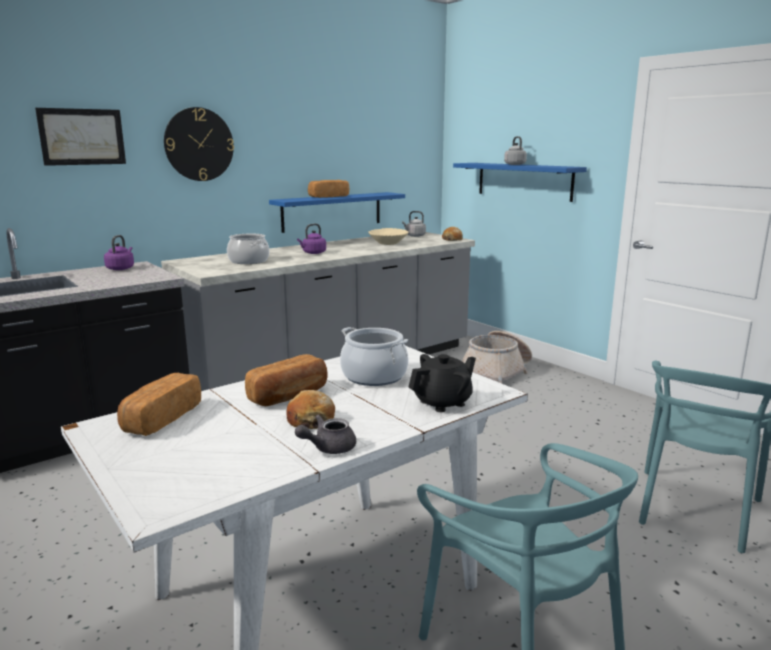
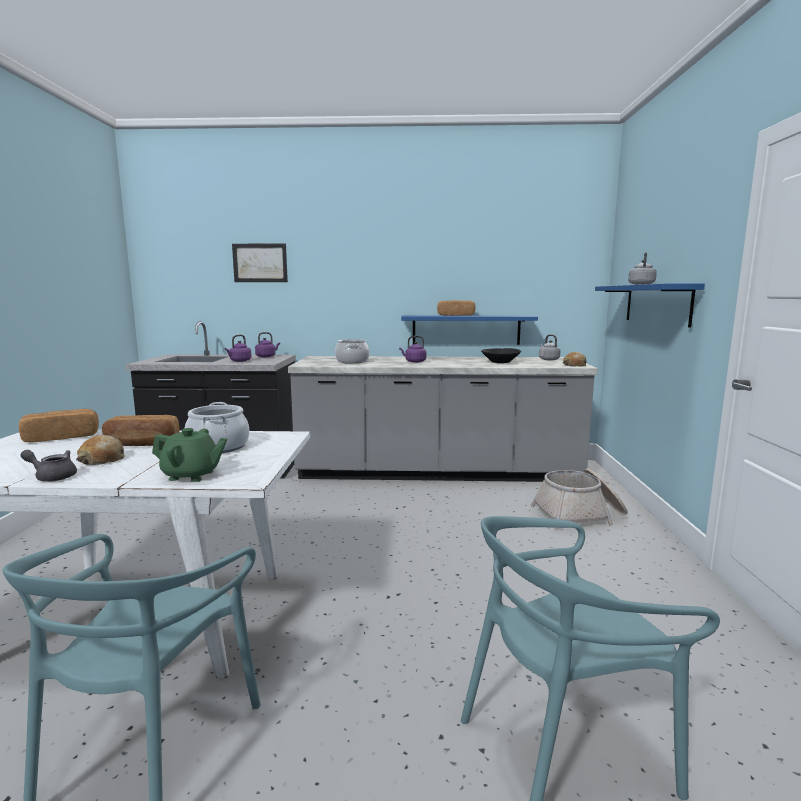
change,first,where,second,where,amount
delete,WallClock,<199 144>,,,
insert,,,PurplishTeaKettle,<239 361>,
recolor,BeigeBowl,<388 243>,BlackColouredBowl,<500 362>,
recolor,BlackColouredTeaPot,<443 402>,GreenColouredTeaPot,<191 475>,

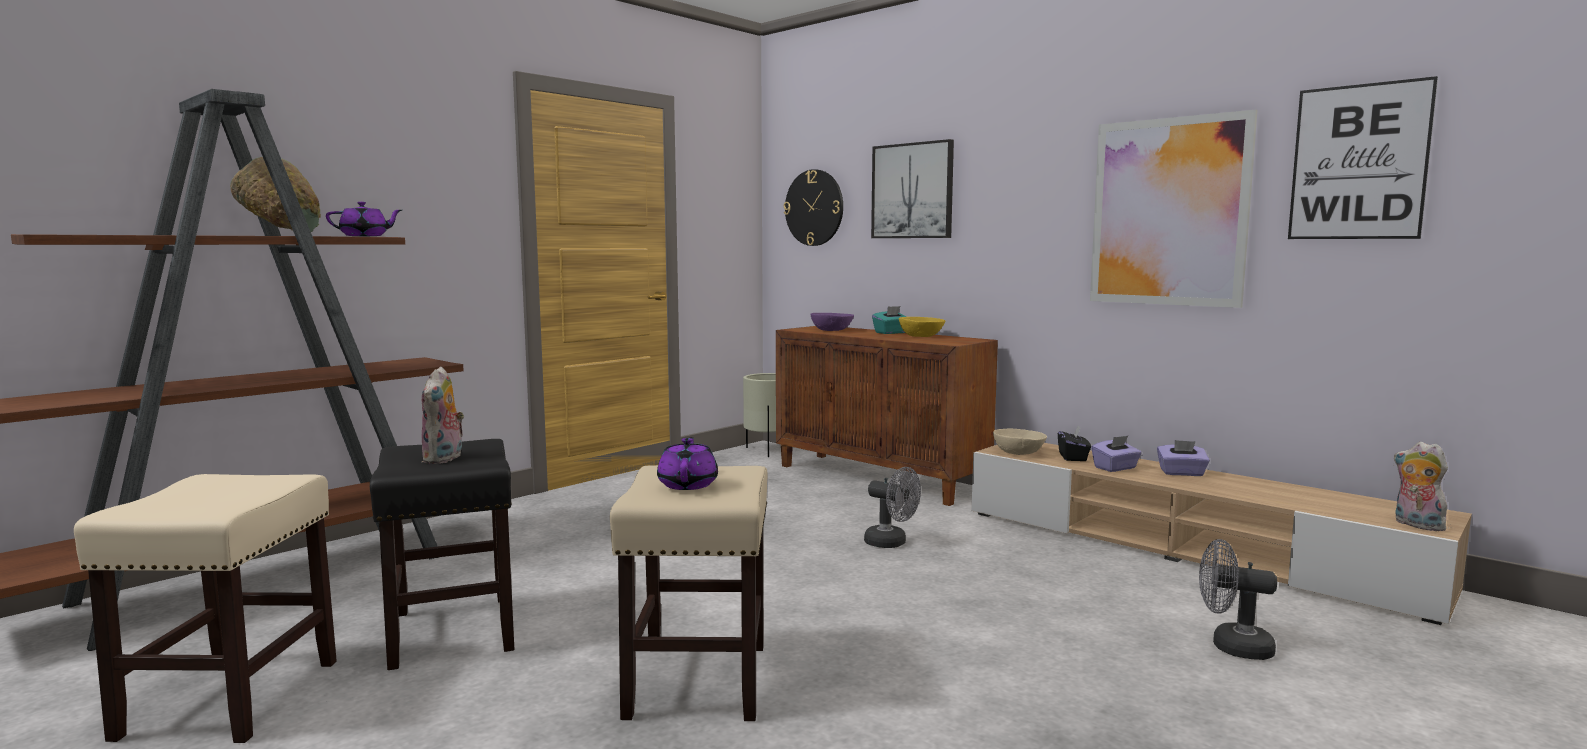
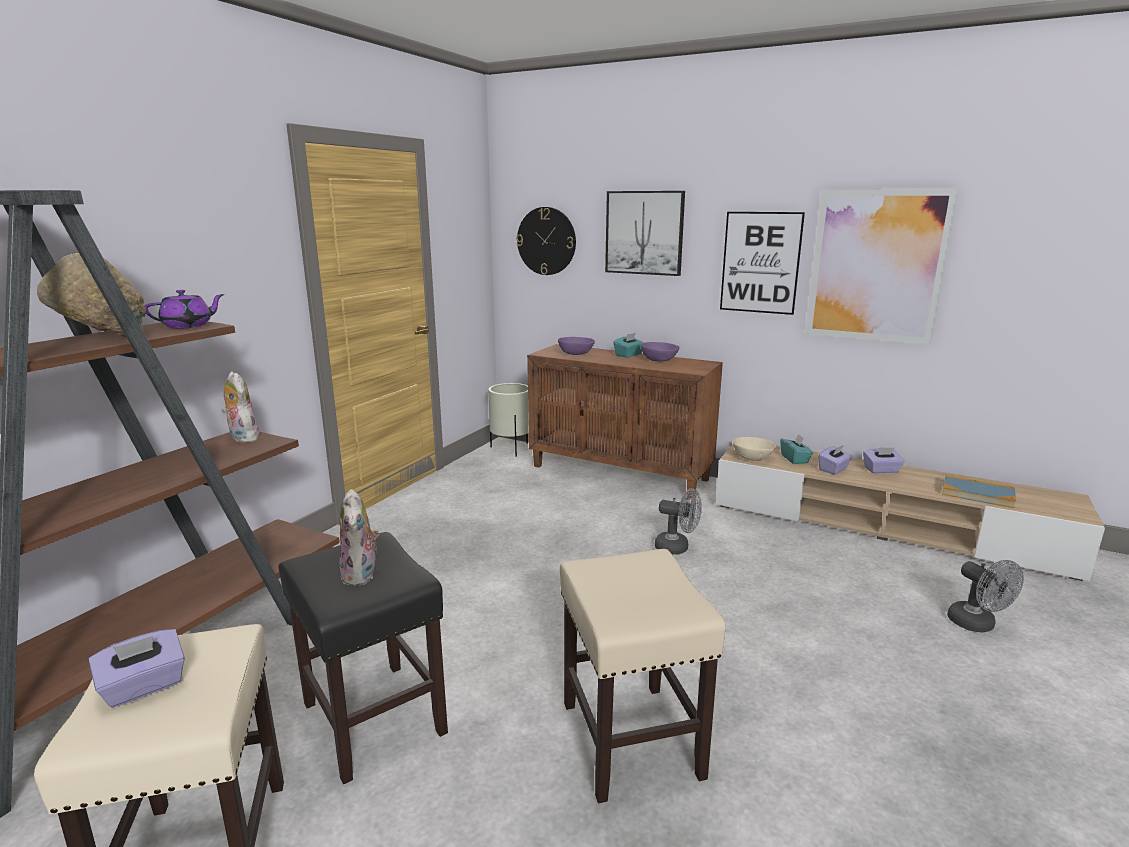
change,first,where,second,where,amount
delete,PurplishTeaPot,<688 484>,,,
insert,,,PurplishTissueHolder,<144 687>,
insert,,,BoundBook,<977 494>,
move,WallPicture,<1359 162>,,<760 263>,
move,SoftToy,<1415 525>,,<242 438>,
recolor,YellowColouredBowl,<921 336>,PurplishBowl,<659 360>,
recolor,BlackColouredTissueHolder,<1073 457>,BlueGreenTissueHolder,<795 459>,
rotate,GreyElectricFan,<1231 646>,,<977 625>,120 degrees counterclockwise

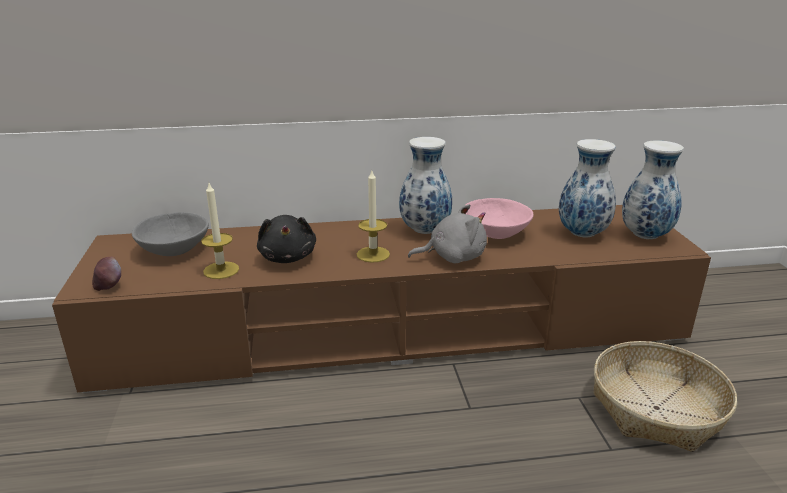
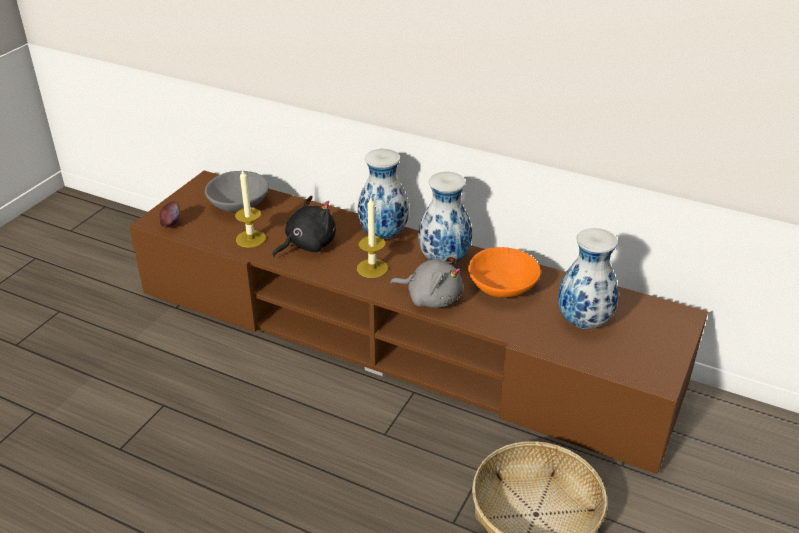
change,first,where,second,where,amount
move,FlowerVase,<645 235>,,<384 234>,
recolor,PinkColouredBowl,<496 233>,OrangeyBowl,<503 288>,
rotate,BlackColouredSoftToy,<288 257>,,<307 245>,150 degrees counterclockwise

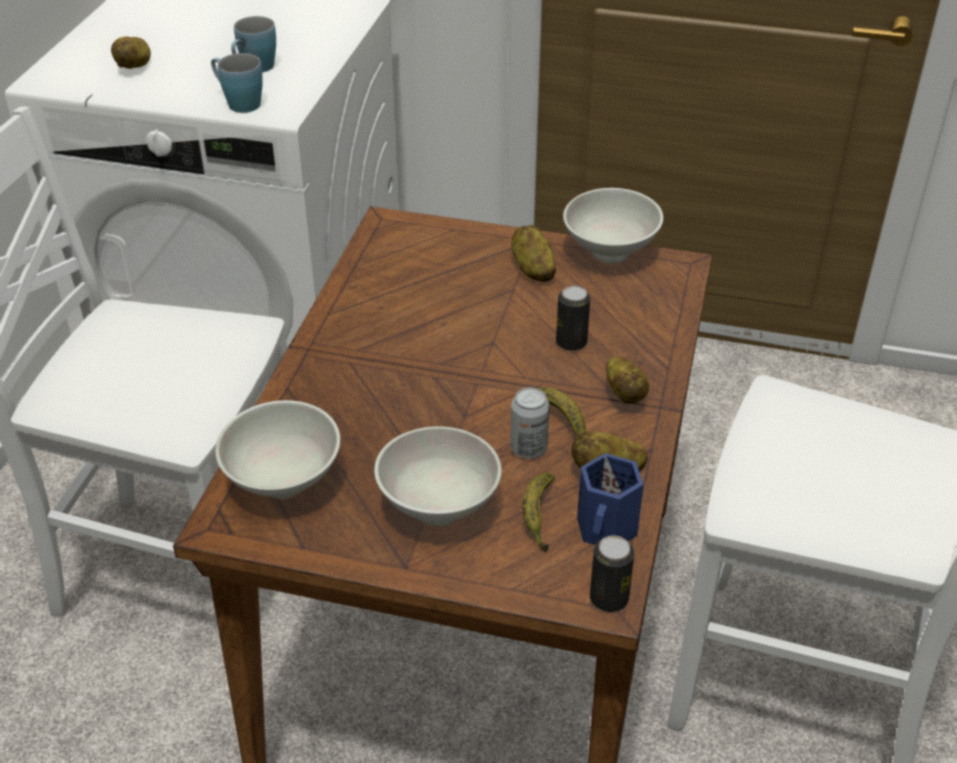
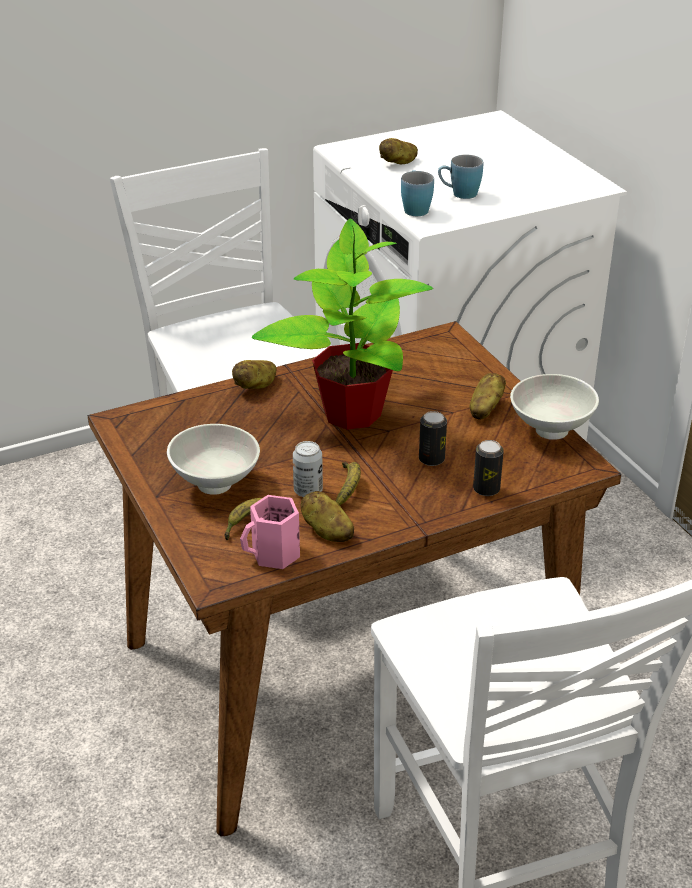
change,first,where,second,where,amount
delete,WhiteBowl,<287 484>,,,
insert,,,Houseplant,<351 412>,
move,MetalCan,<608 598>,,<486 489>,
move,Spud,<625 394>,,<256 386>,
recolor,BlueColouredMug,<608 529>,PinkColouredMug,<274 555>,

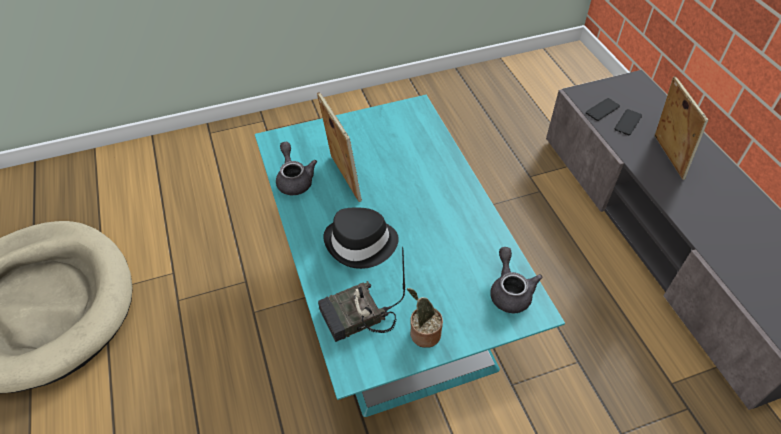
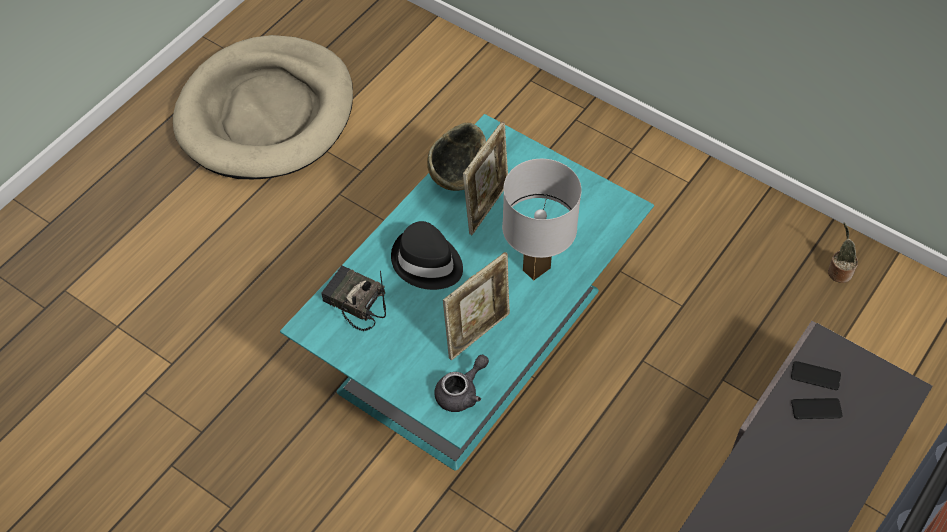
change,first,where,second,where,amount
insert,,,WhiteTableLamp,<536 270>,
move,Houseplant,<423 334>,,<838 271>,
move,StandingFrame,<665 157>,,<477 333>,
replace,GreyTeaPot,<294 179>,Bowl,<456 175>,

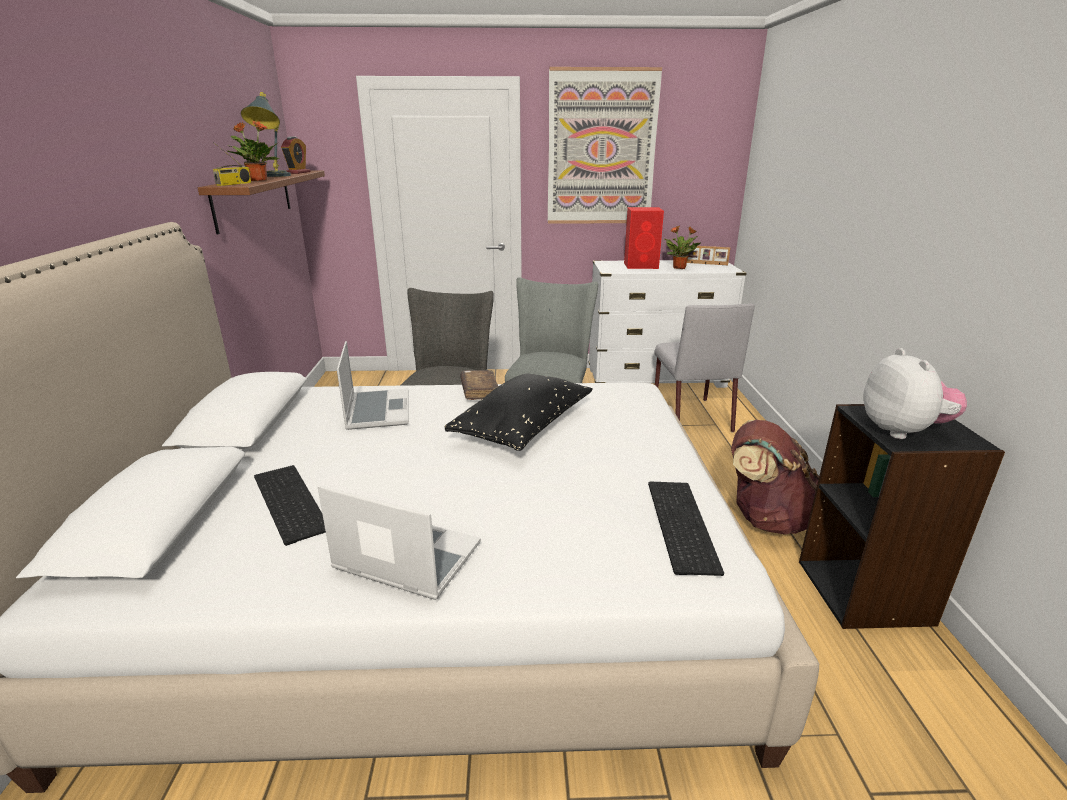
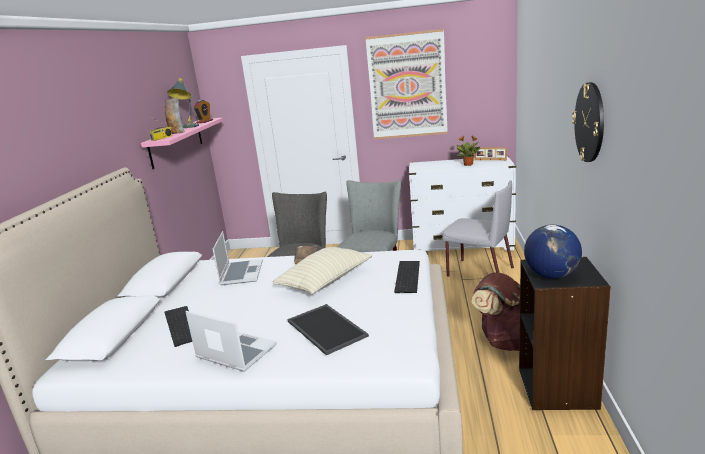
change,first,where,second,where,amount
delete,ReddishAudioSpeaker,<642 265>,,,
insert,,,Tray,<328 328>,
insert,,,WallClock,<590 122>,
move,ComputerKeyboard,<678 523>,,<406 276>,
replace,Houseplant,<258 180>,FlowerVase,<177 133>,
replace,SoftToy,<902 431>,DeskGlobe,<551 275>,
recolor,BrownishBracketShelf,<254 198>,PinkColouredBracketShelf,<176 142>,
recolor,BlackColouredPillow,<523 427>,BeigePillow,<325 281>,
rotate,GreyChair,<690 415>,,<479 272>,60 degrees counterclockwise

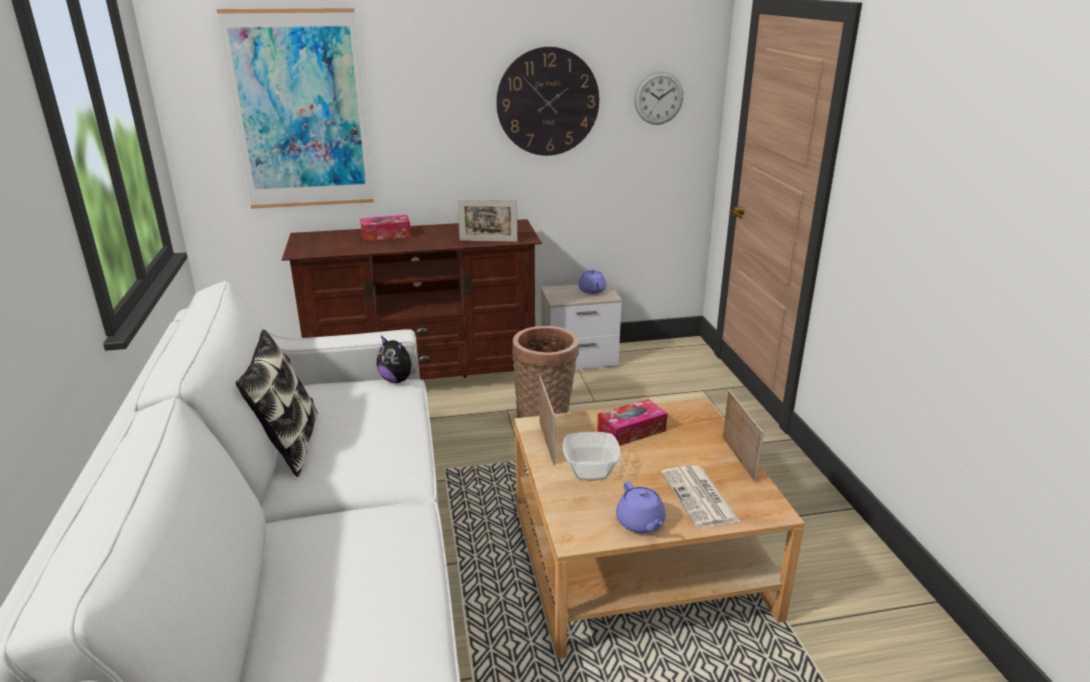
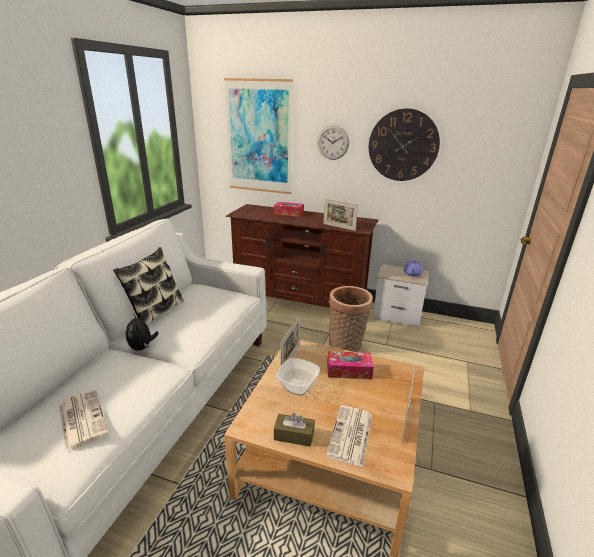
change,first,where,second,where,amount
insert,,,PrintedPaper,<81 418>,
move,SoftToy,<397 380>,,<142 347>,
move,WallClock,<658 98>,,<333 142>,
replace,PurplishTeaPot,<640 523>,BrownishTissueHolder,<294 435>,

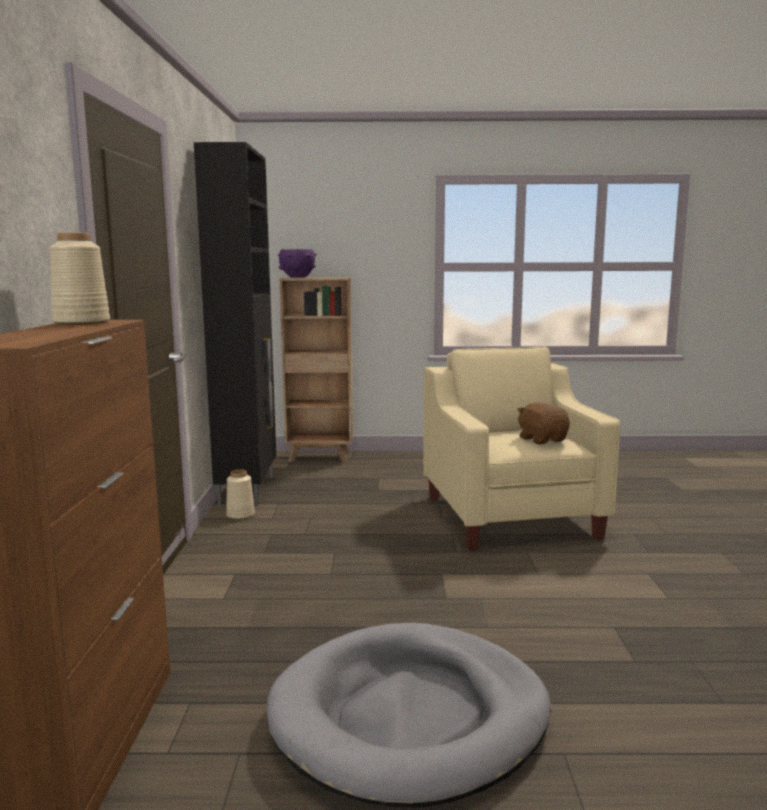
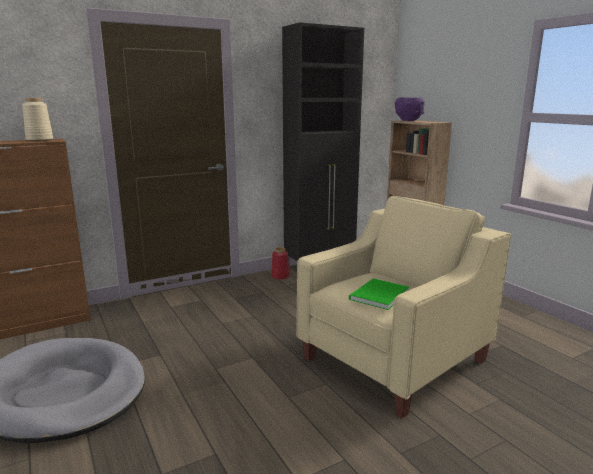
change,first,where,second,where,amount
replace,BrownishSoftToy,<542 440>,GreenColouredBoundBook,<377 295>,
recolor,BeigeFlowerVase,<241 514>,ReddishFlowerVase,<280 276>,

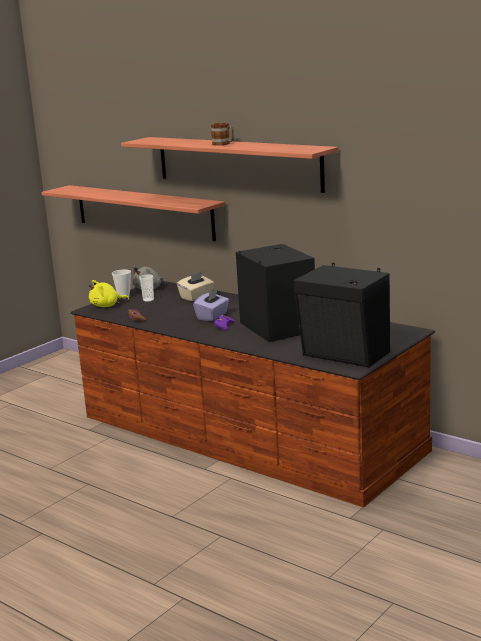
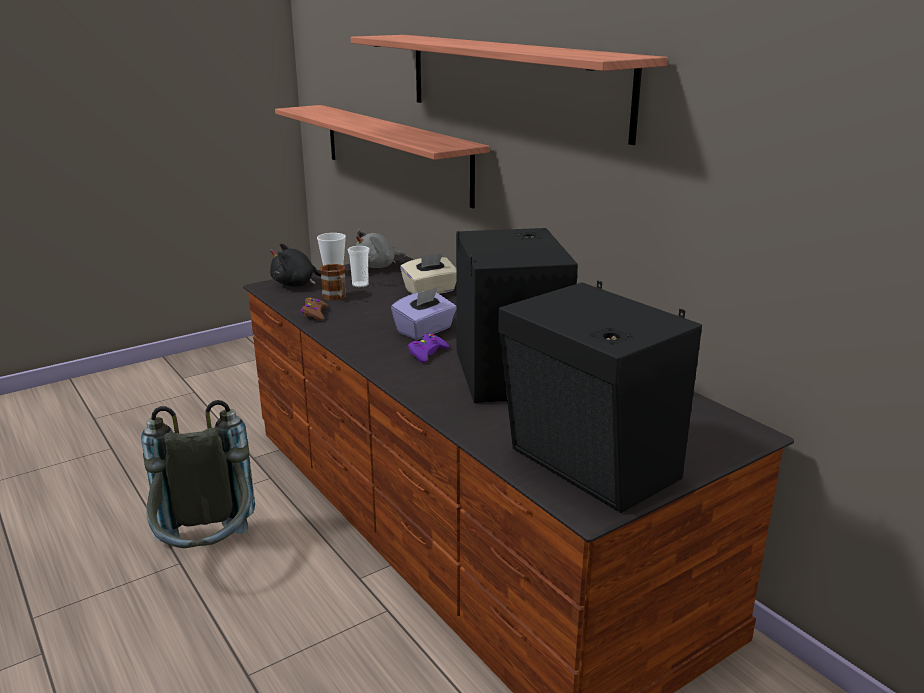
change,first,where,second,where,amount
insert,,,GreyKnapsack,<208 554>,
move,Mug,<224 144>,,<336 297>,
recolor,YellowColouredSoftToy,<106 306>,BlackColouredSoftToy,<297 284>,

